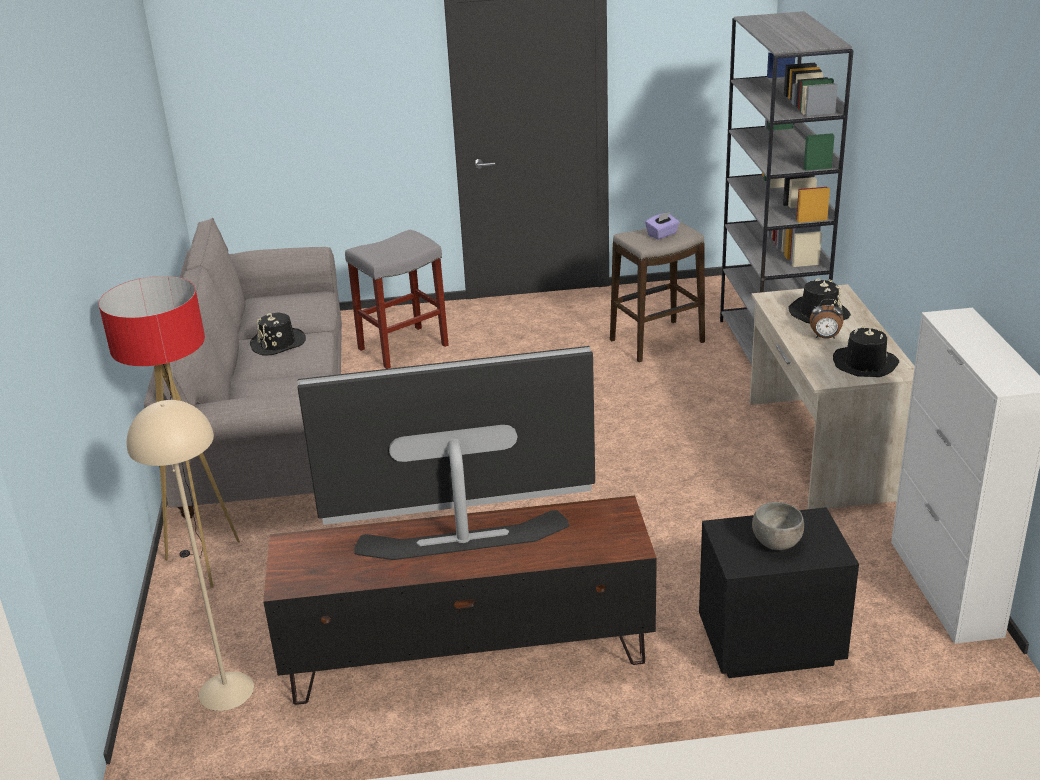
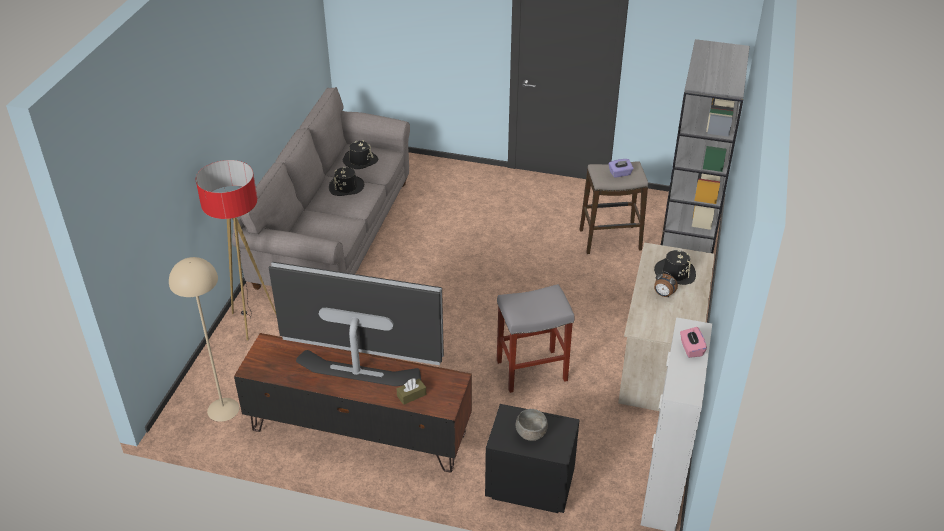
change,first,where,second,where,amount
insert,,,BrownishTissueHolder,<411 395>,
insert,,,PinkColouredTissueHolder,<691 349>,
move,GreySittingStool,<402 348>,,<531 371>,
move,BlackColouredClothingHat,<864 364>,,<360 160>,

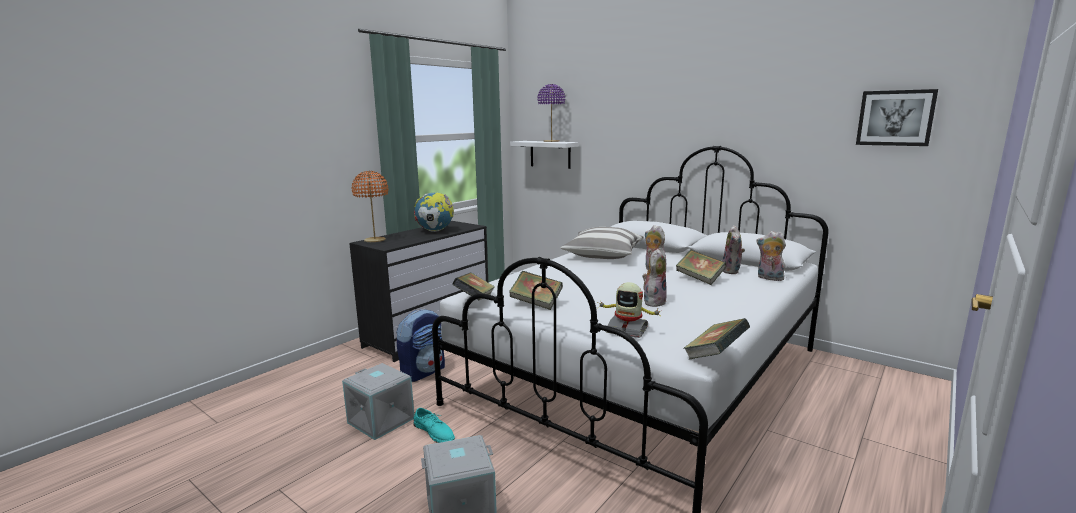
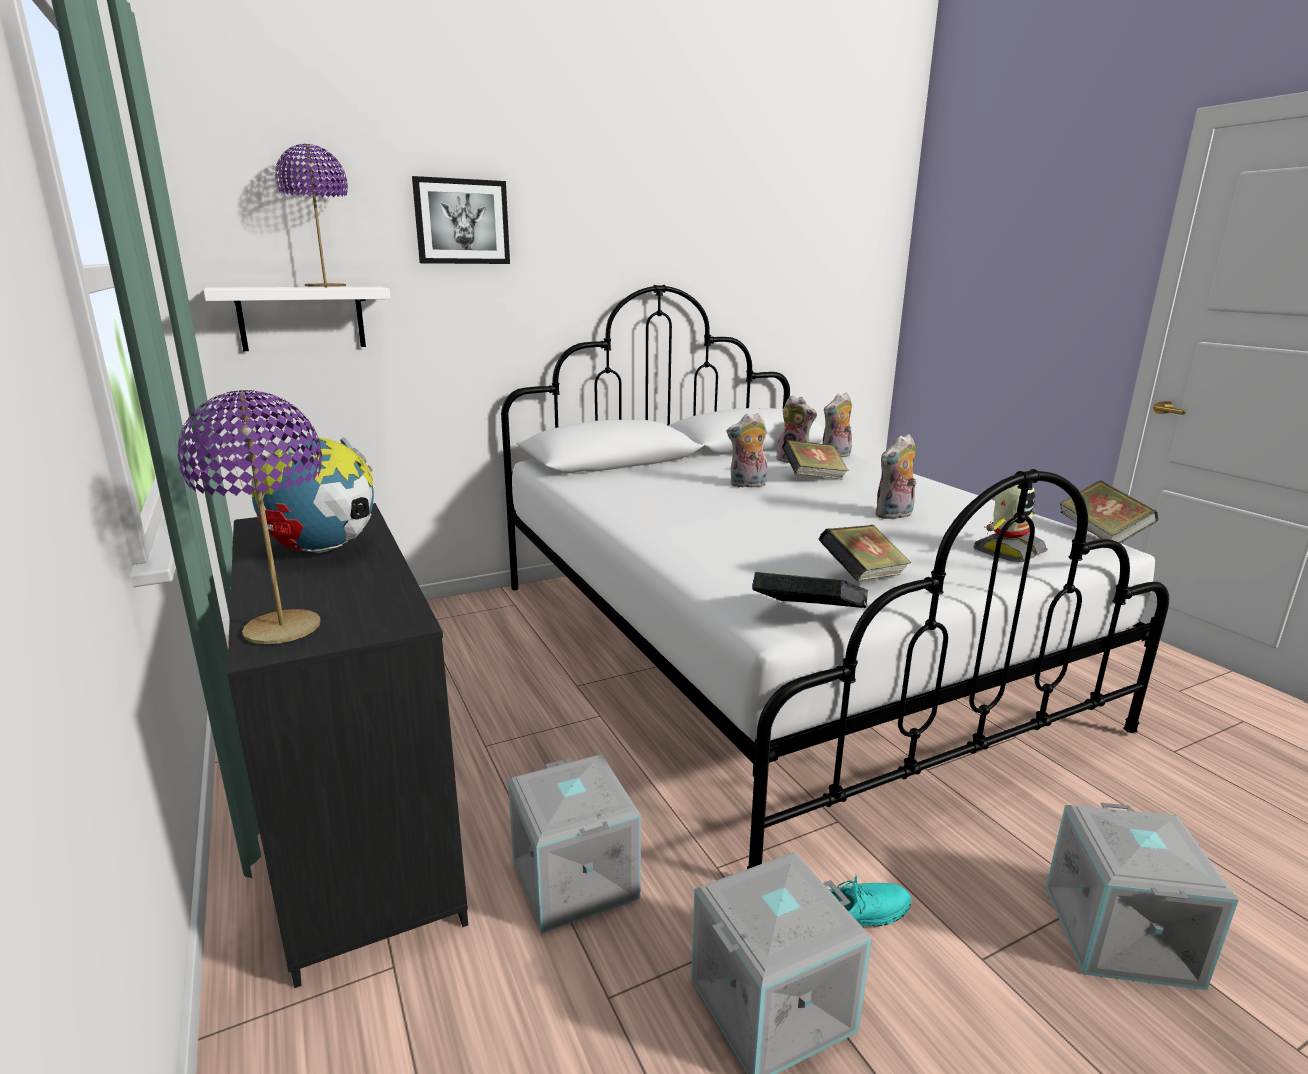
change,first,where,second,where,amount
delete,Pillow,<603 255>,,,
move,WallPicture,<895 118>,,<462 222>,
replace,Knapsack,<423 372>,GreyStorageContainer,<572 879>,
recolor,OrangeyTableLamp,<374 240>,PurplishTableLamp,<282 630>,
rotate,SoftToy,<653 301>,,<894 515>,90 degrees counterclockwise

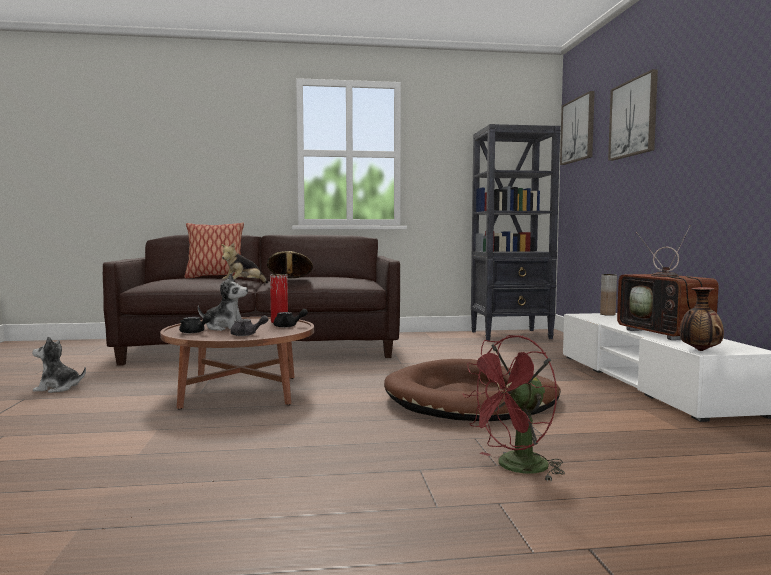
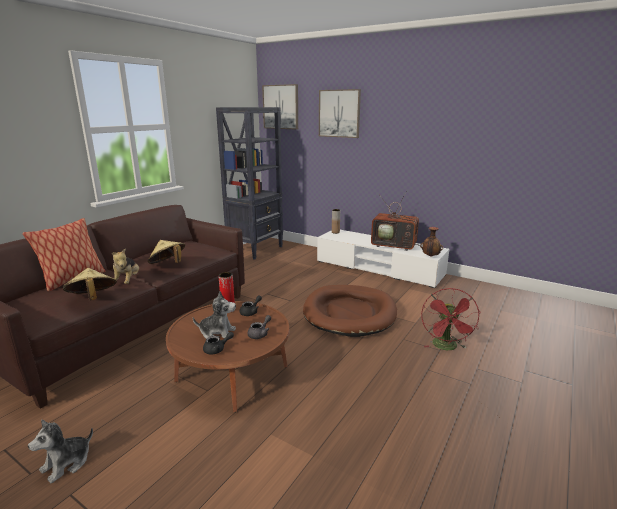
change,first,where,second,where,amount
insert,,,BeigeClothingHat,<92 298>,
rotate,SoftToy,<225 328>,,<218 333>,45 degrees clockwise

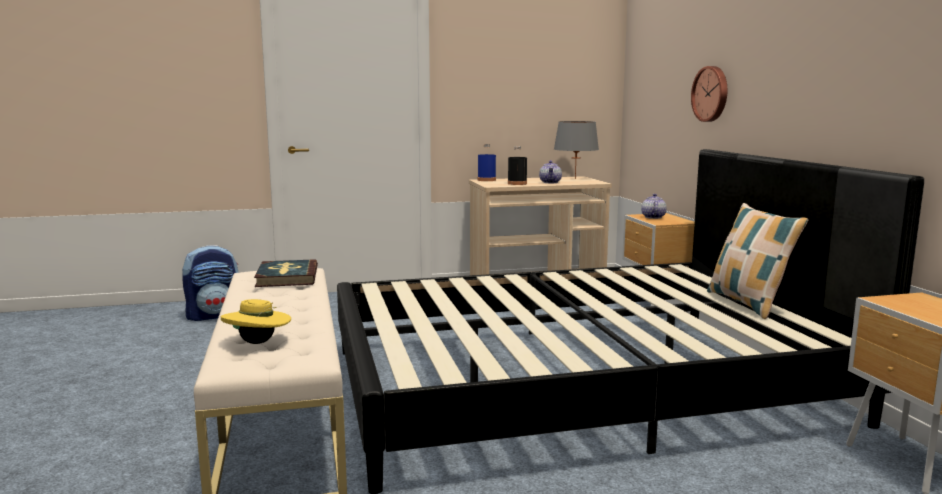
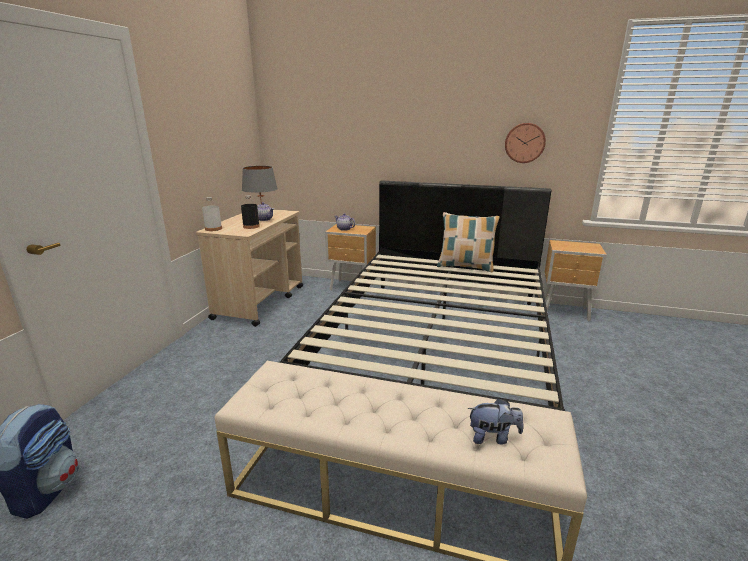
change,first,where,second,where,amount
delete,BoundBook,<287 277>,,,
move,WallClock,<711 94>,,<524 143>,
replace,YellowColouredClothingHat,<258 343>,SoftToy,<493 437>,
recolor,BlueColouredDrinkBottle,<486 180>,WhiteDrinkBottle,<213 229>,

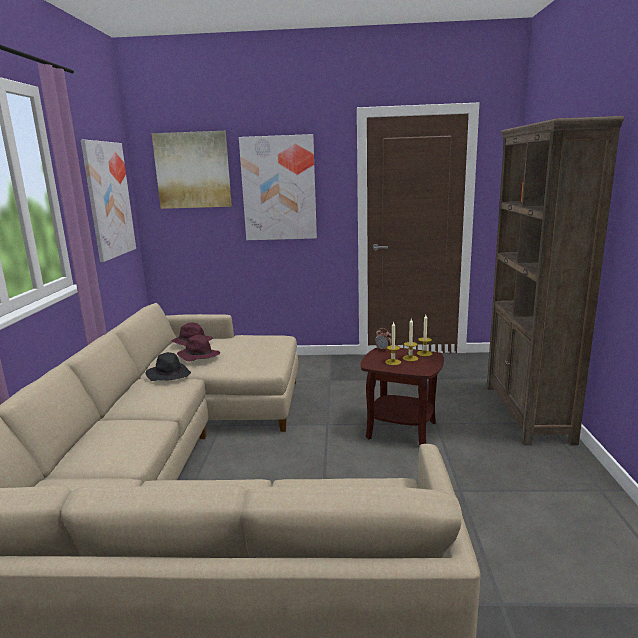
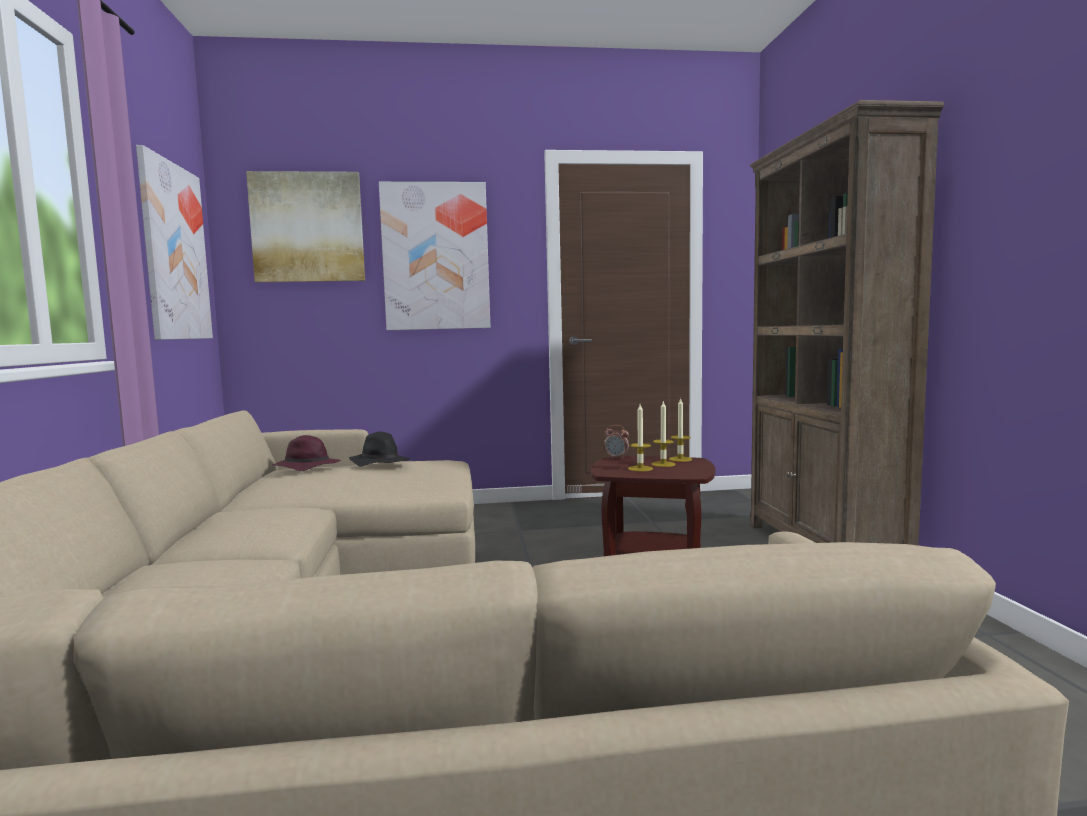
change,first,where,second,where,amount
delete,PurplishClothingHat,<198 356>,,,
move,BlackColouredClothingHat,<168 375>,,<379 463>,

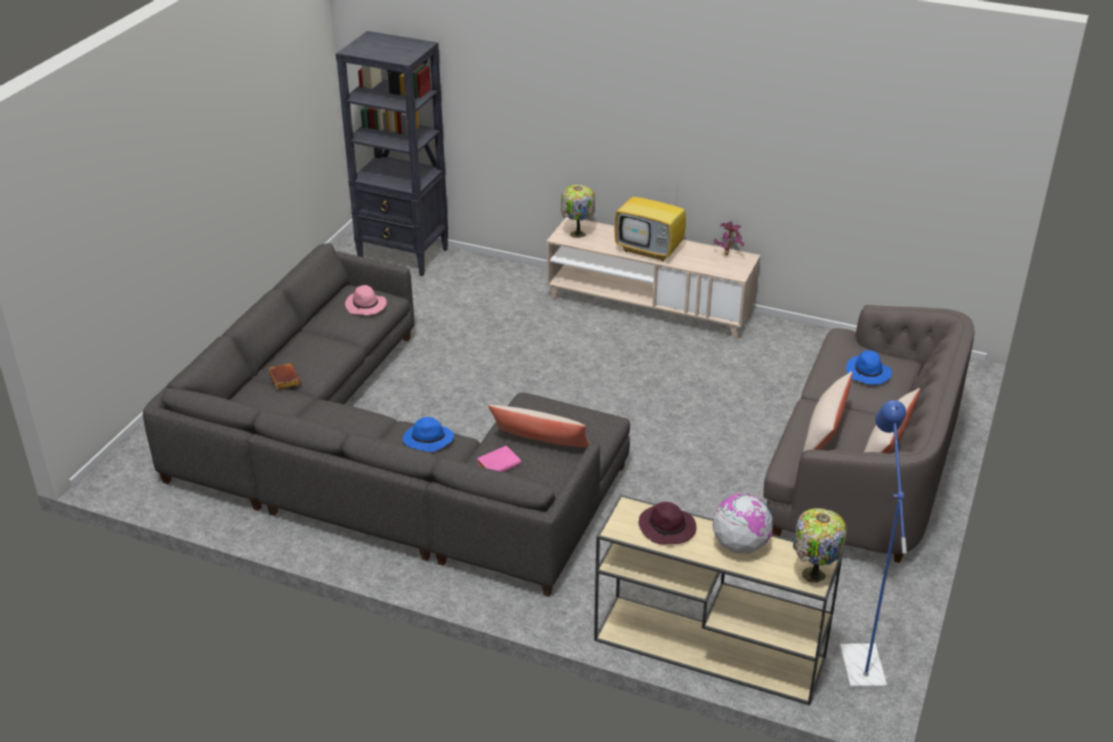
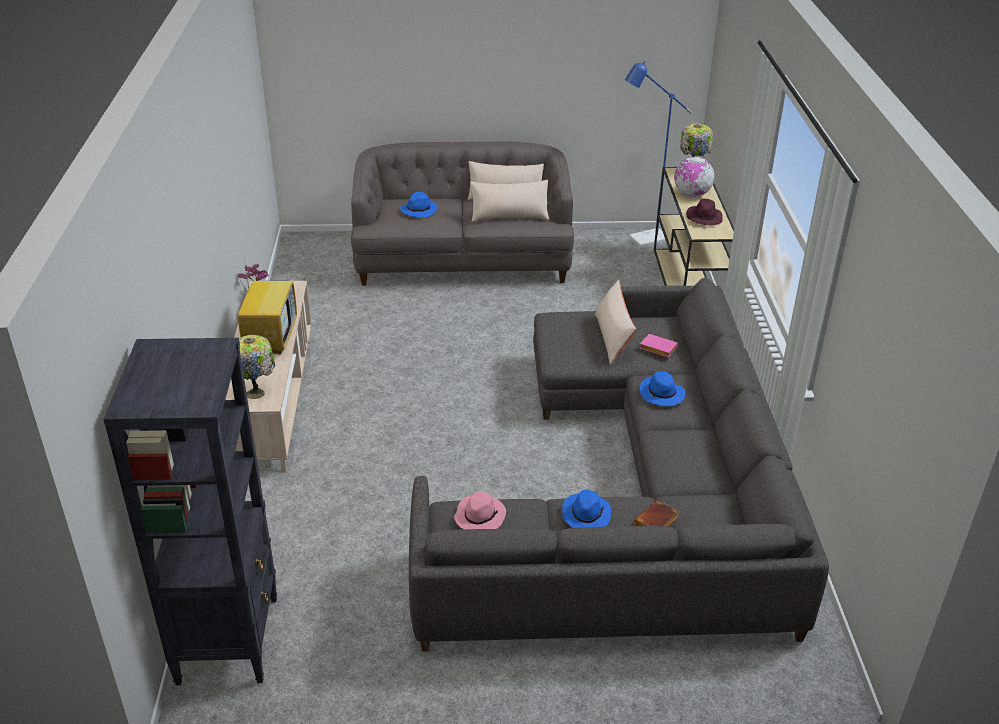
change,first,where,second,where,amount
insert,,,BlueColouredClothingHat,<586 514>,

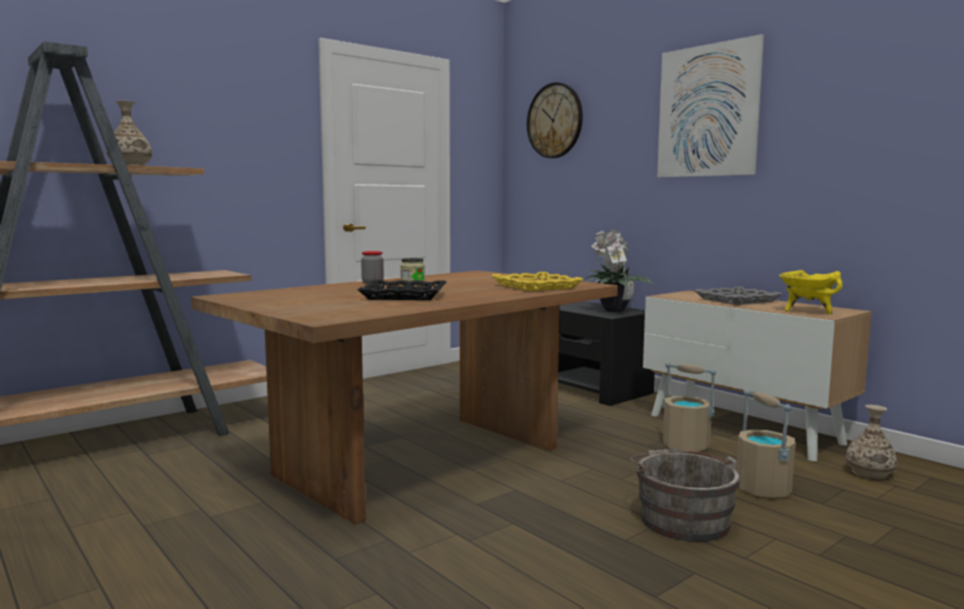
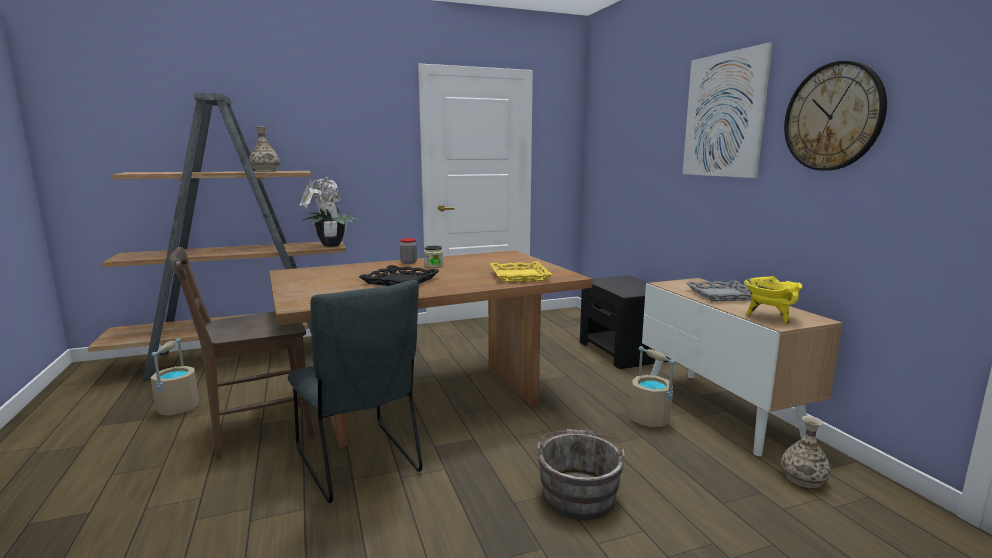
change,first,where,second,where,amount
insert,,,BrownishChair,<256 431>,
insert,,,GreyChair,<360 464>,
move,WallClock,<555 120>,,<833 117>,
move,Houseplant,<613 311>,,<329 245>,
move,BeigeBucket,<762 488>,,<178 407>,

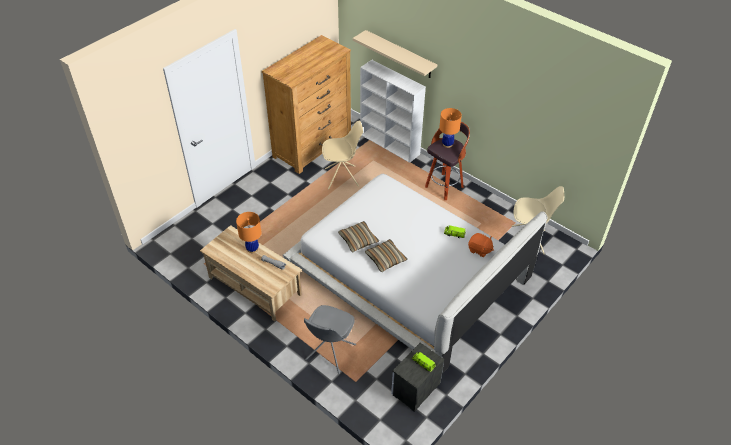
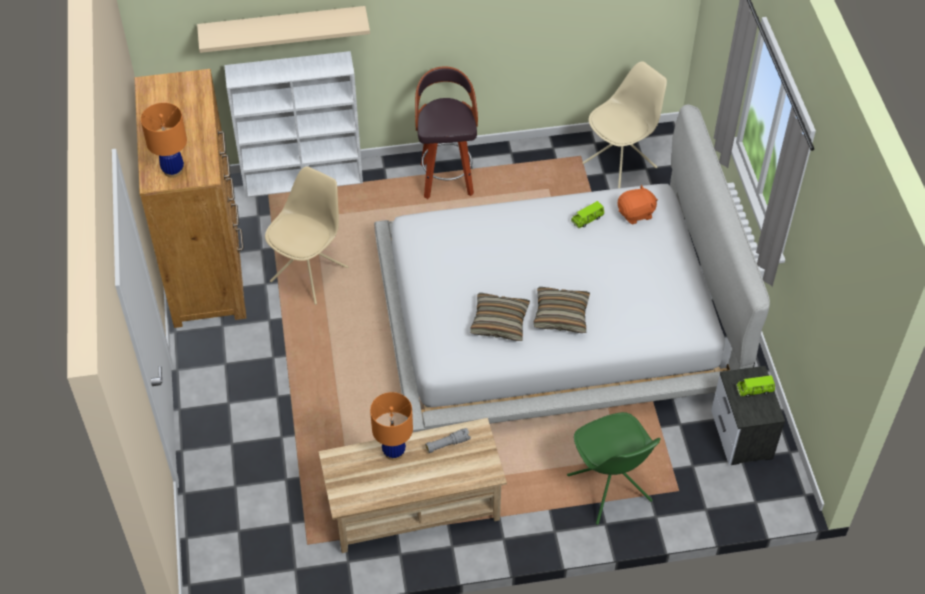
change,first,where,second,where,amount
move,OrangeyTableLamp,<447 144>,,<173 170>,
recolor,GreyChair,<330 353>,GreenColouredChair,<610 489>,

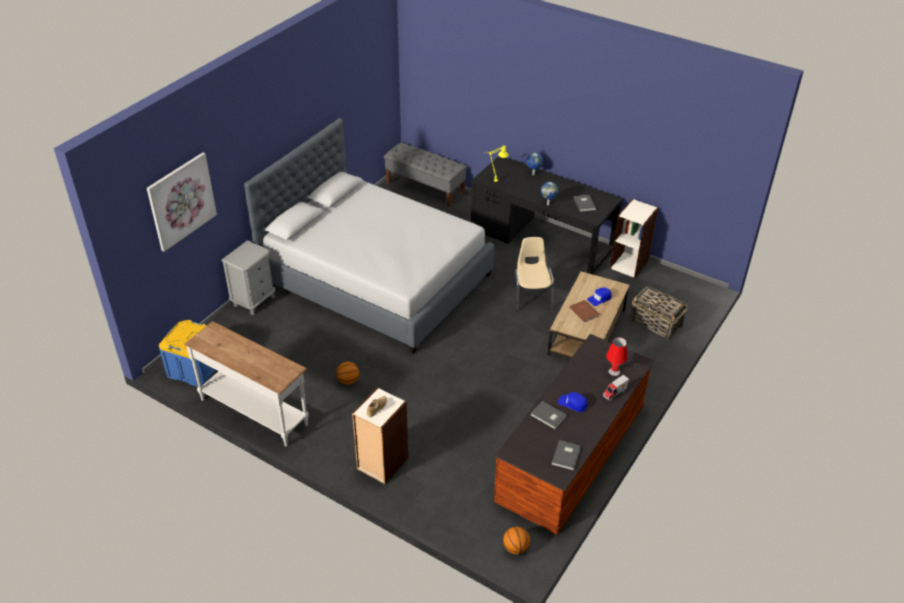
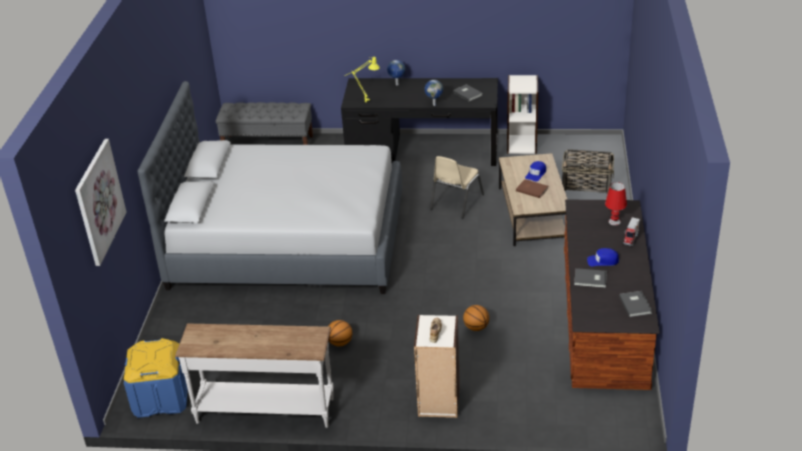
change,first,where,second,where,amount
delete,GreyBedsideTable,<254 300>,,,
move,BasketballBall,<515 548>,,<476 327>,
rotate,BeigeChair,<532 296>,,<456 202>,120 degrees counterclockwise

